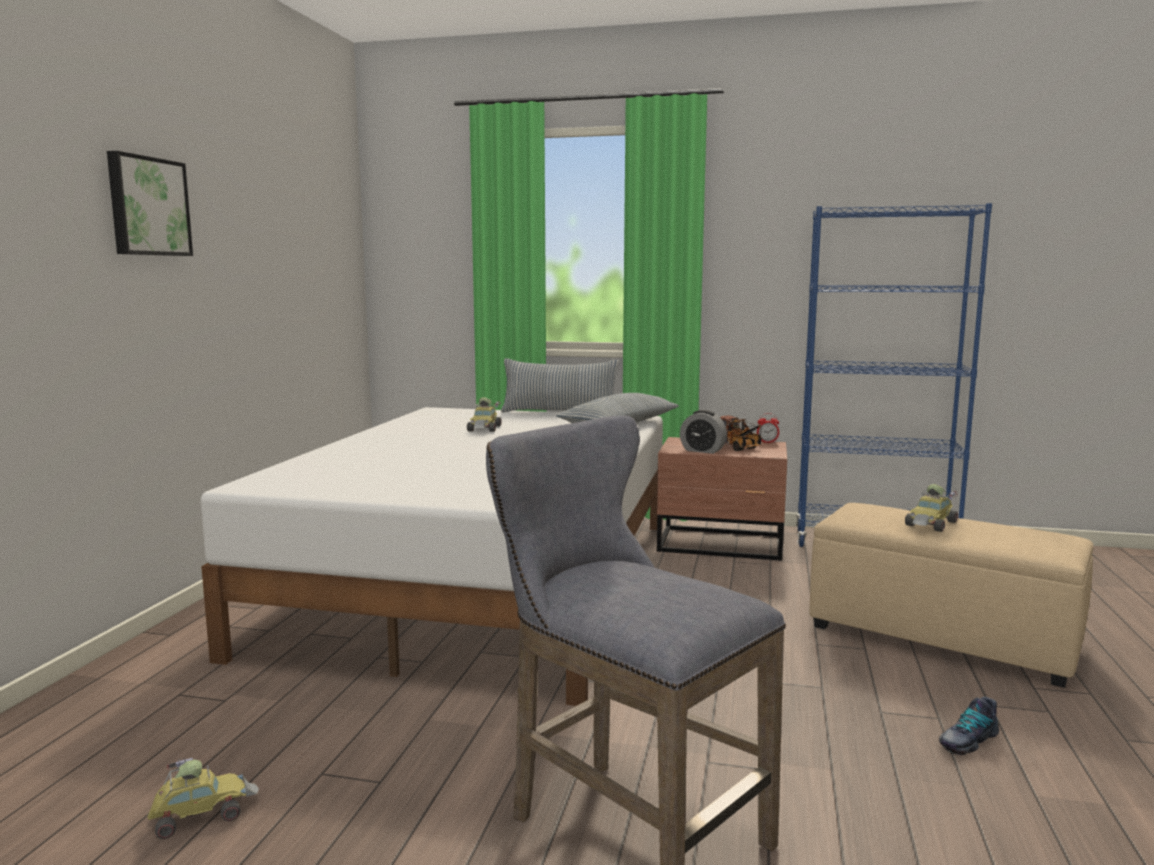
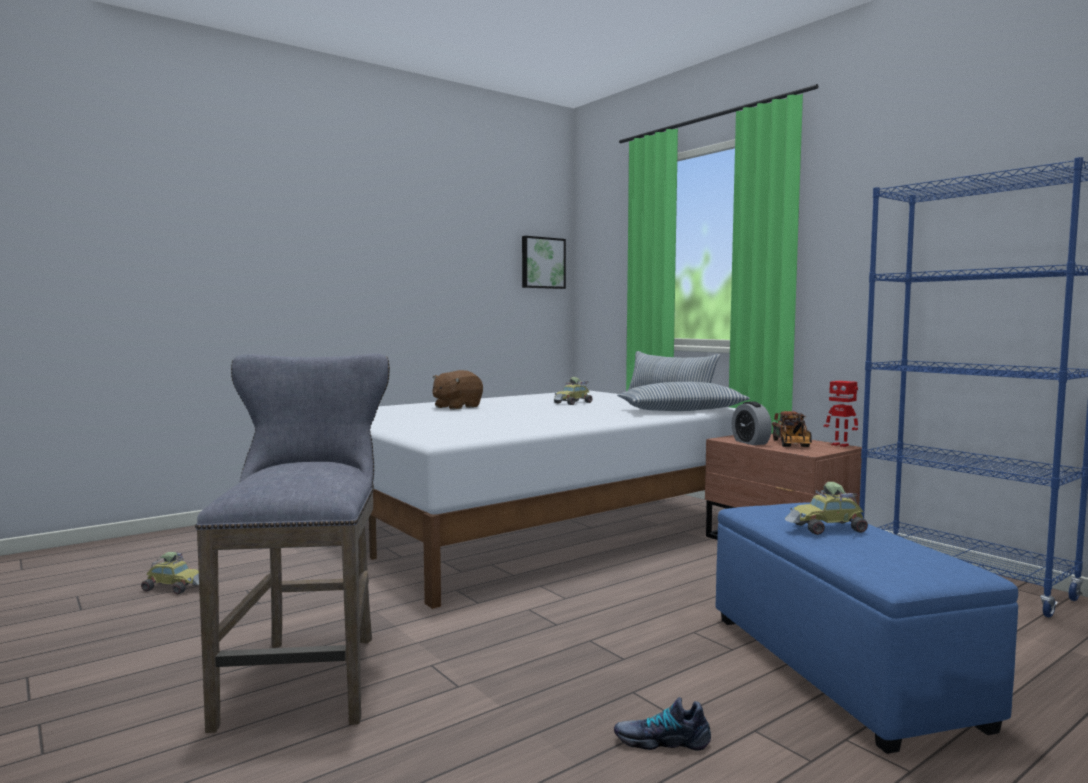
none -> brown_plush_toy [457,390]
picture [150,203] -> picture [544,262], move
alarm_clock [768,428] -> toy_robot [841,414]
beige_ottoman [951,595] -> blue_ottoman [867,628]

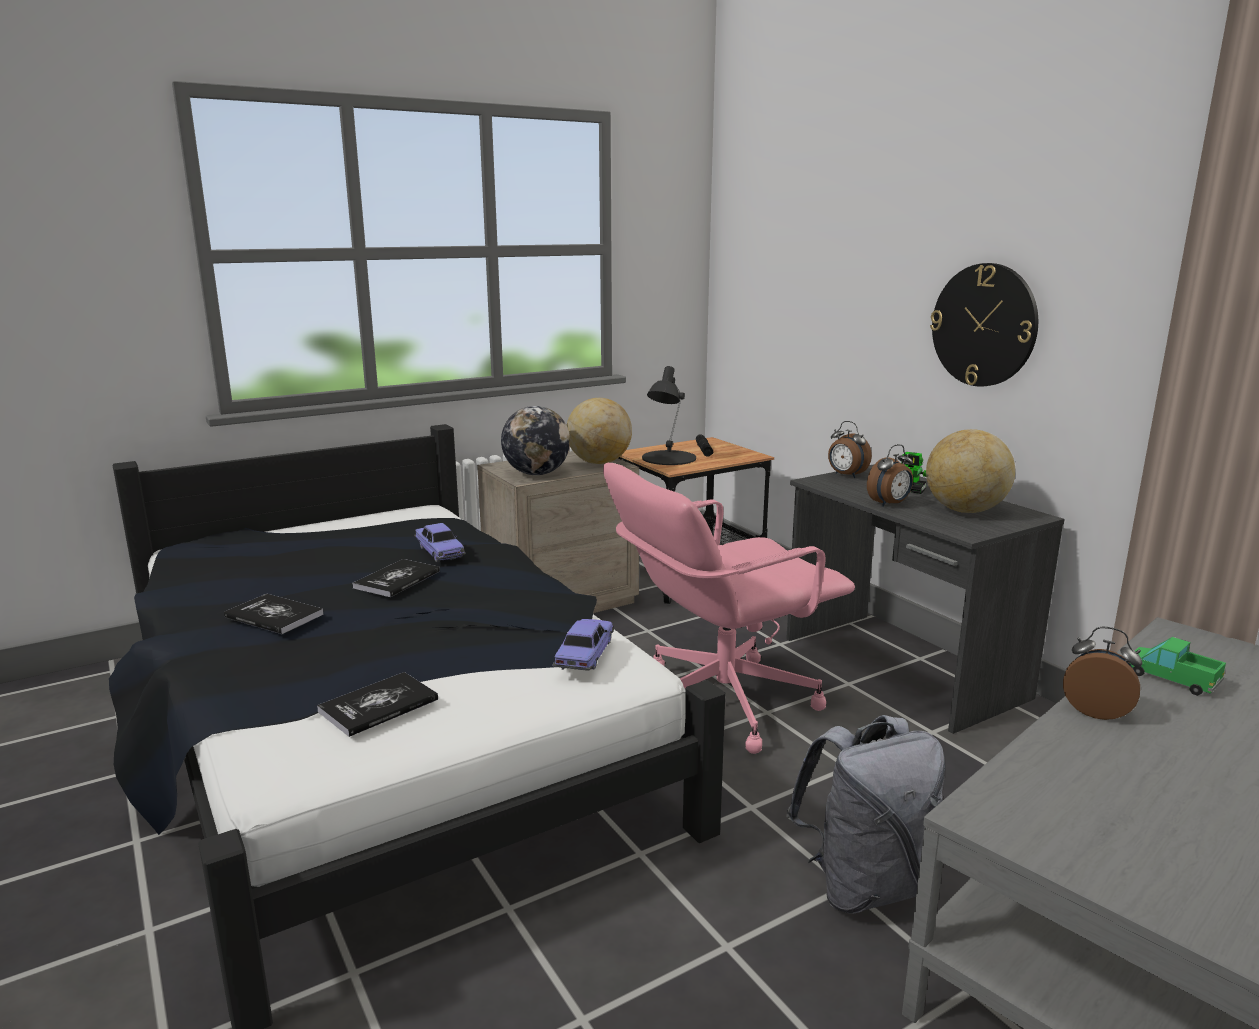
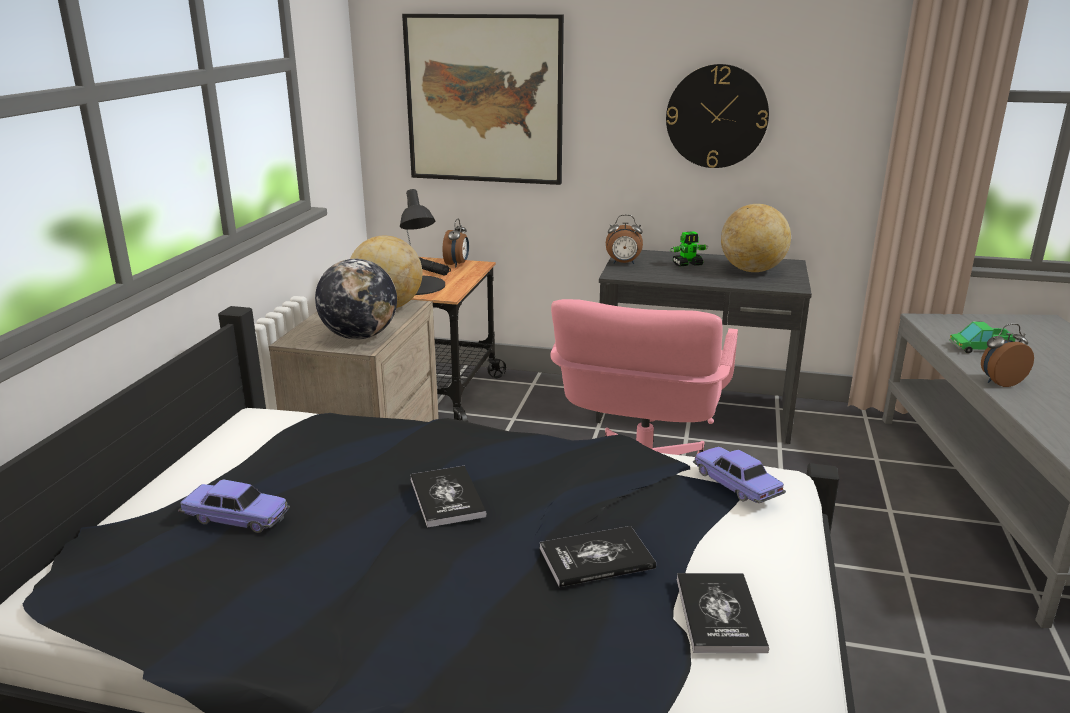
grey_backpack [866,814] -> none
none -> picture [483,99]
book [274,614] -> book [598,556], move
toy_car [440,542] -> toy_car [234,506], move
alarm_clock [890,475] -> alarm_clock [456,242], move

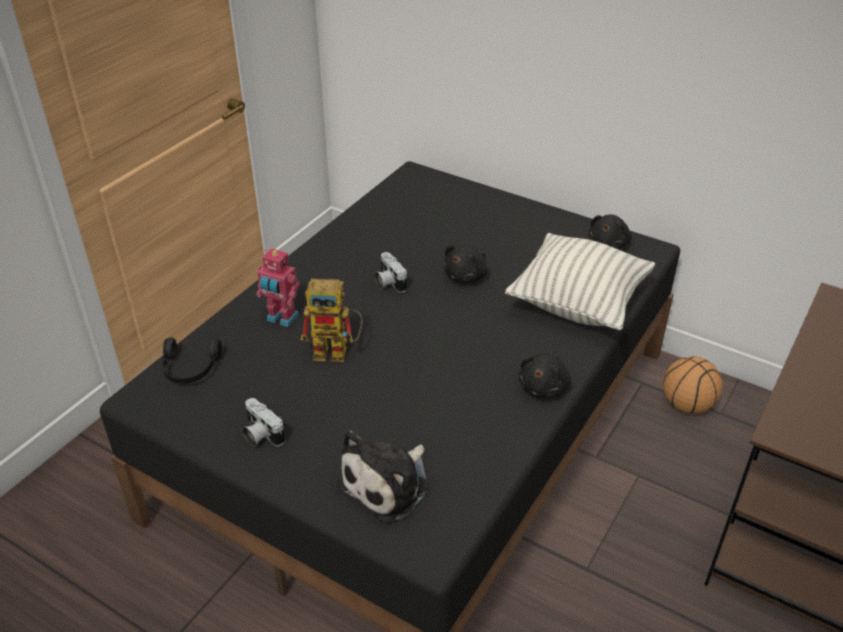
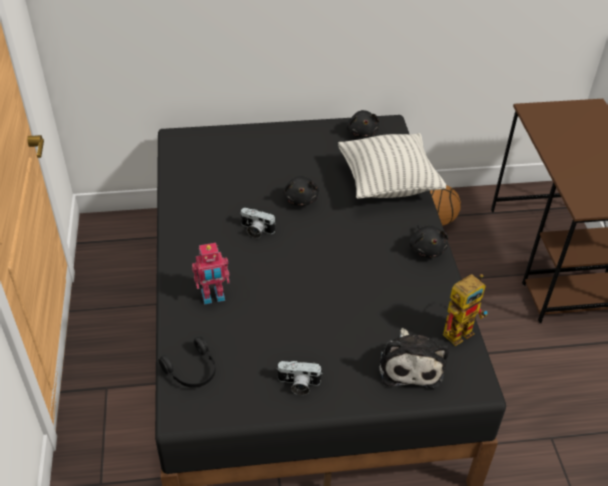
toy_robot [332,320] -> toy_robot [465,310], move

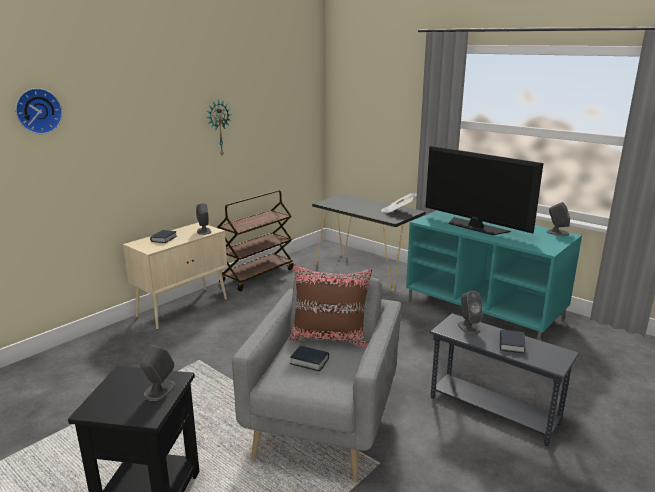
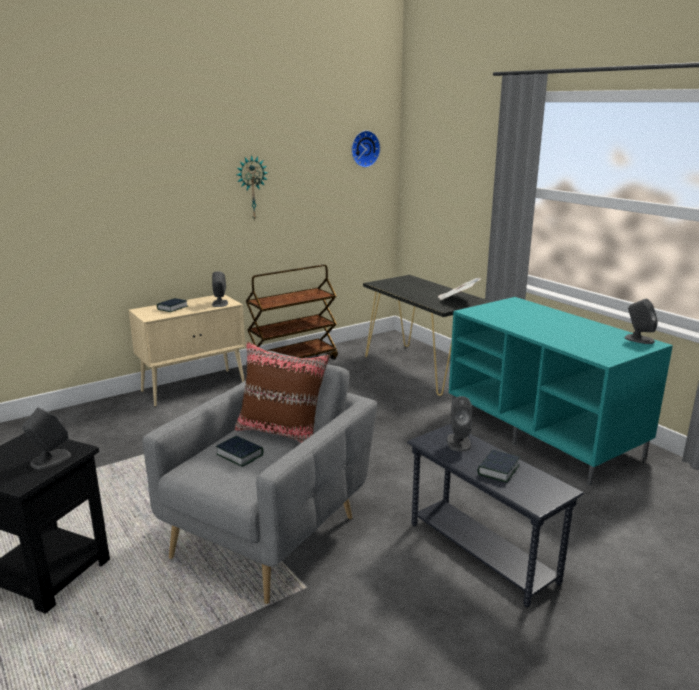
television [484,190] -> none
wall_clock [38,111] -> wall_clock [365,149], move

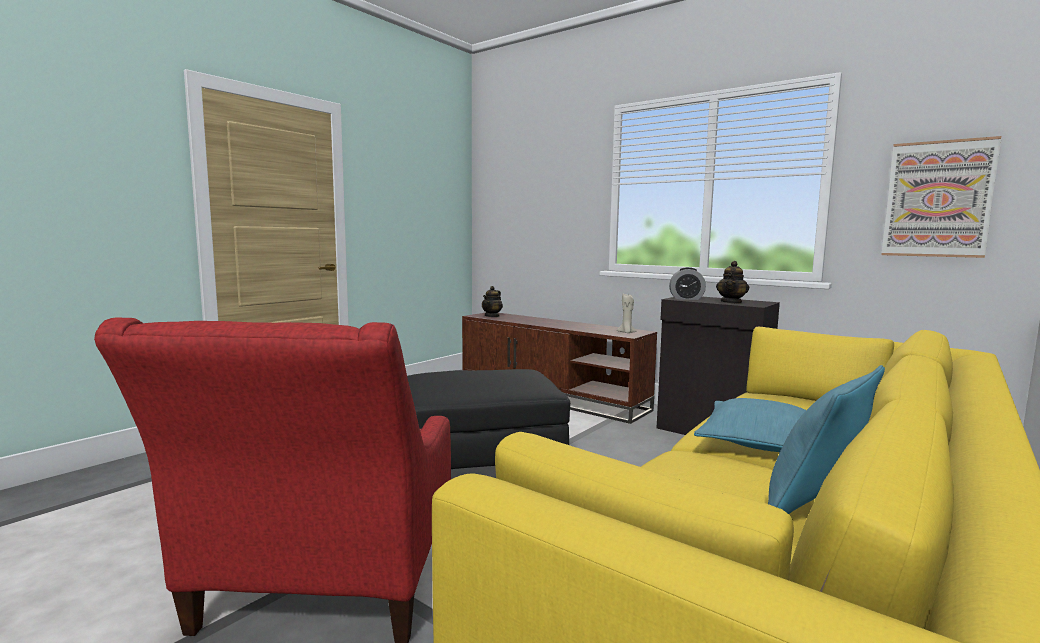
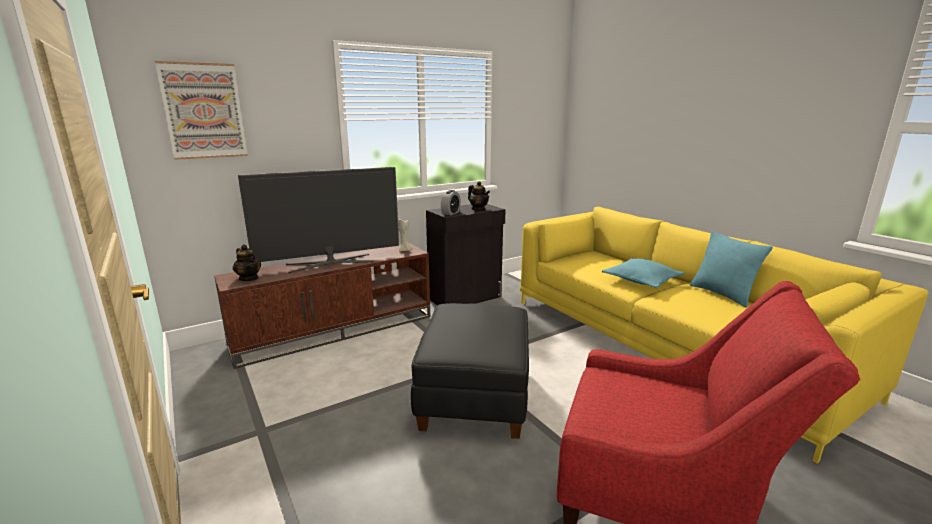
none -> television [318,220]
picture [941,197] -> picture [201,110], move

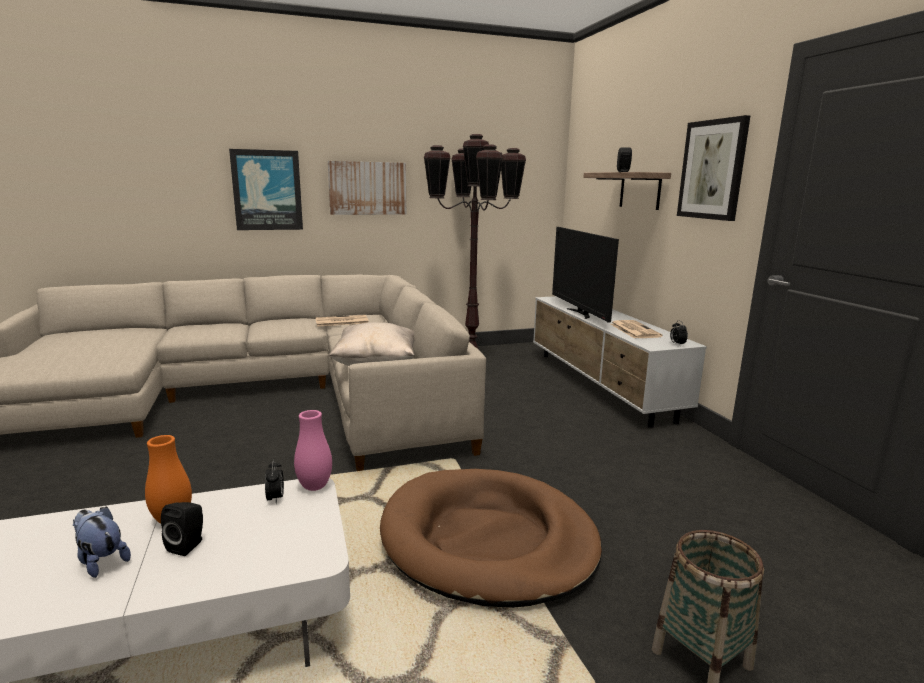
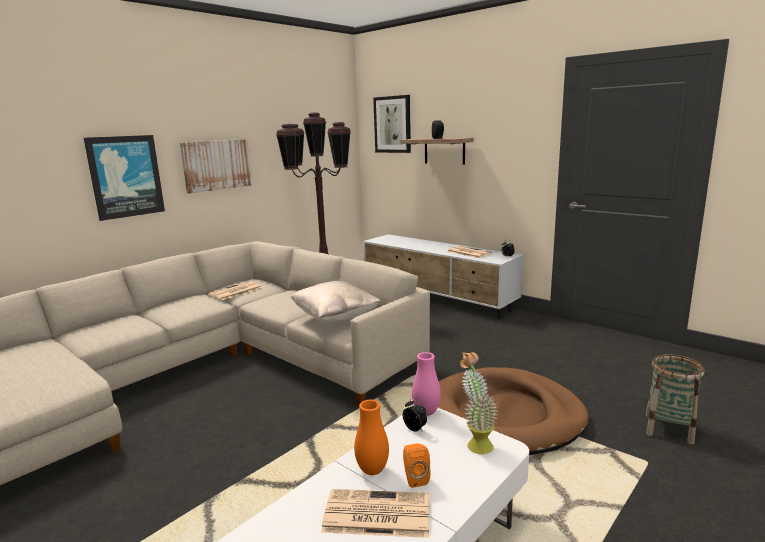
television [585,274] -> none
none -> potted_plant [479,403]
picture [713,168] -> picture [392,124], move
plush_toy [102,542] -> newspaper [375,513]
black_speaker [182,529] -> orange_speaker [417,465]

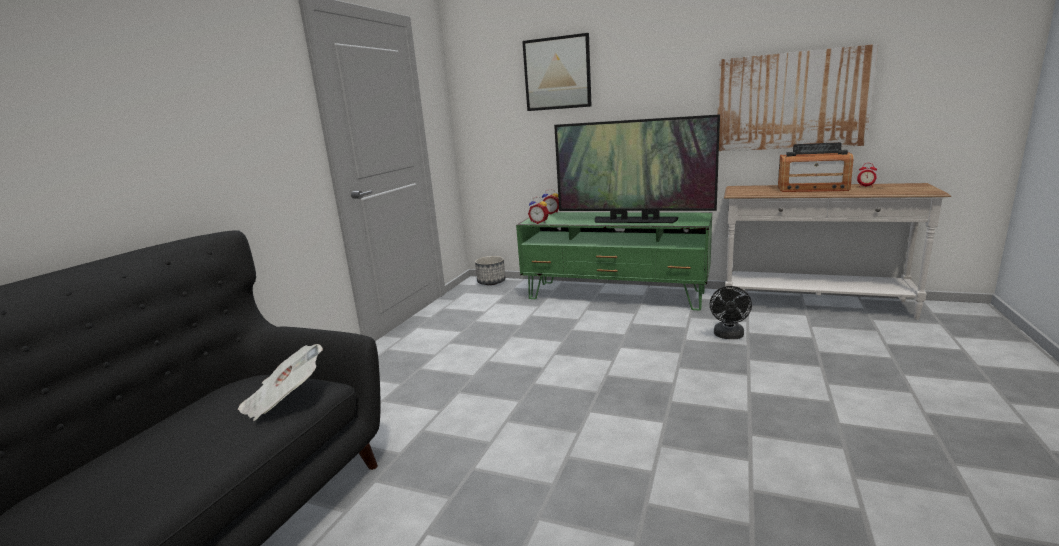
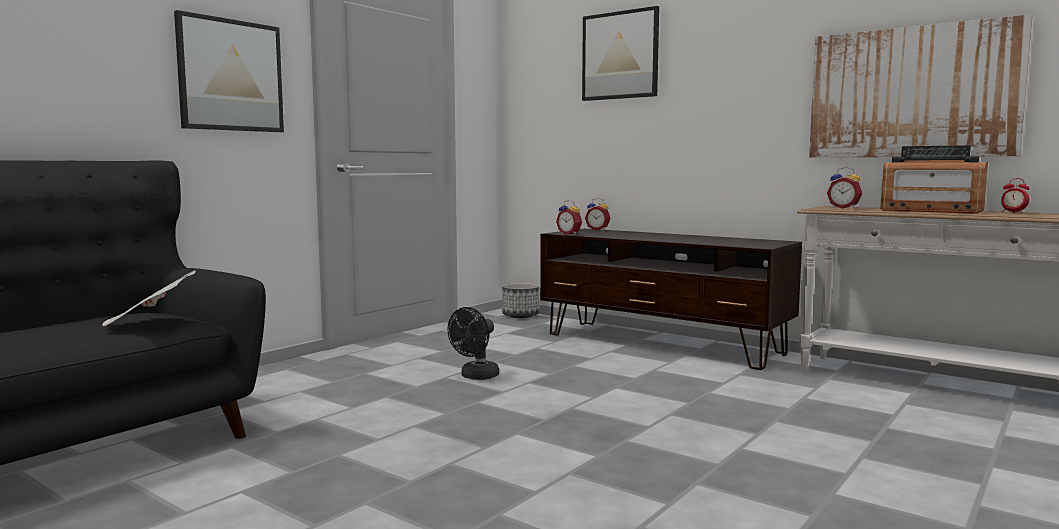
television [637,168] -> none
none -> picture [229,71]
none -> alarm_clock [844,188]
black_fan [731,312] -> black_fan [473,343], move
green_tv_stand [614,261] -> brown_tv_stand [671,299]

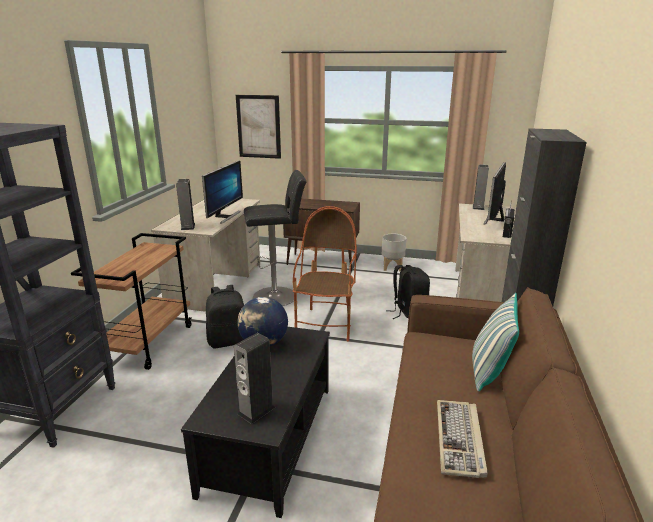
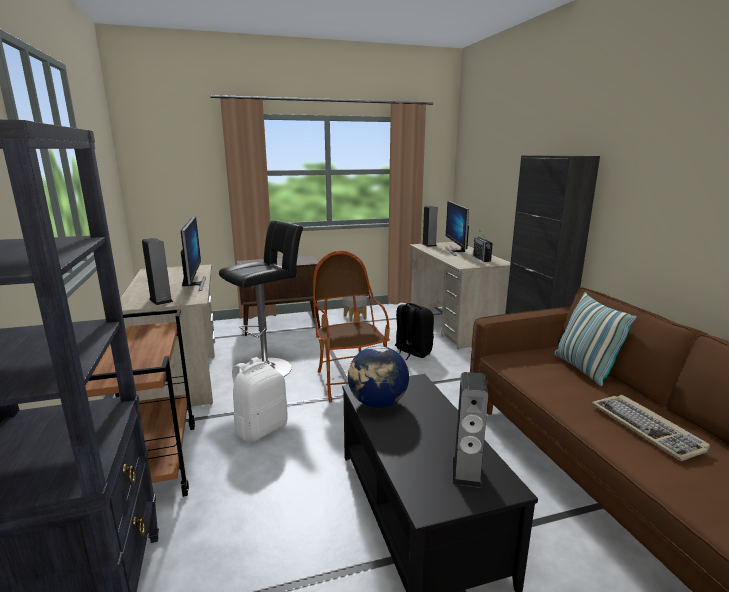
picture [258,127] -> none
black_backpack [225,316] -> white_backpack [260,399]

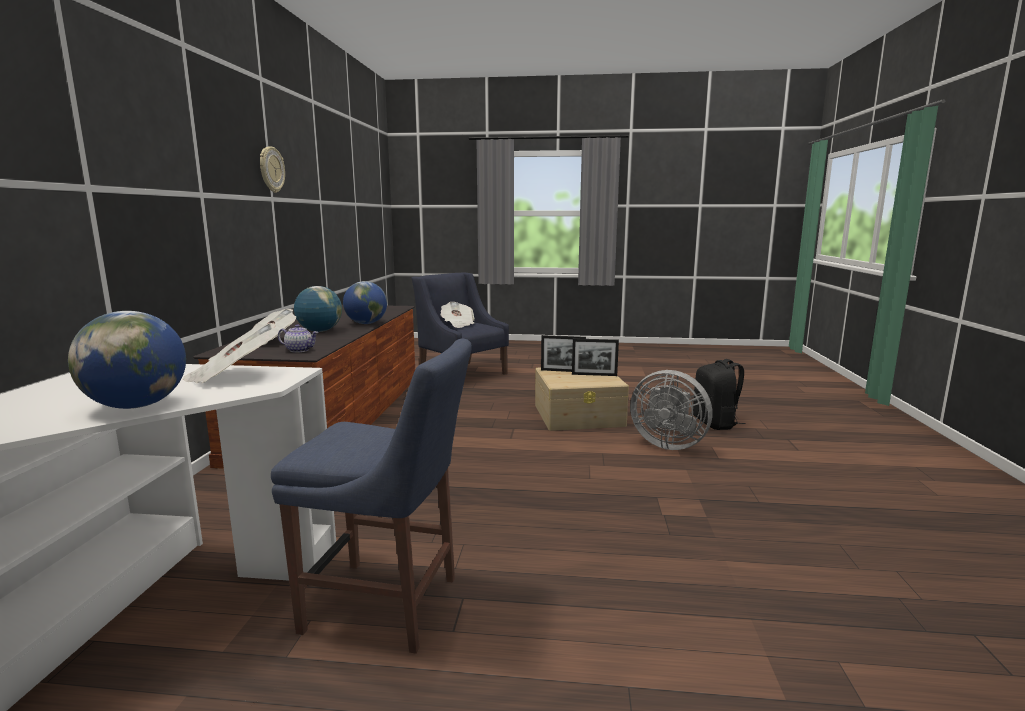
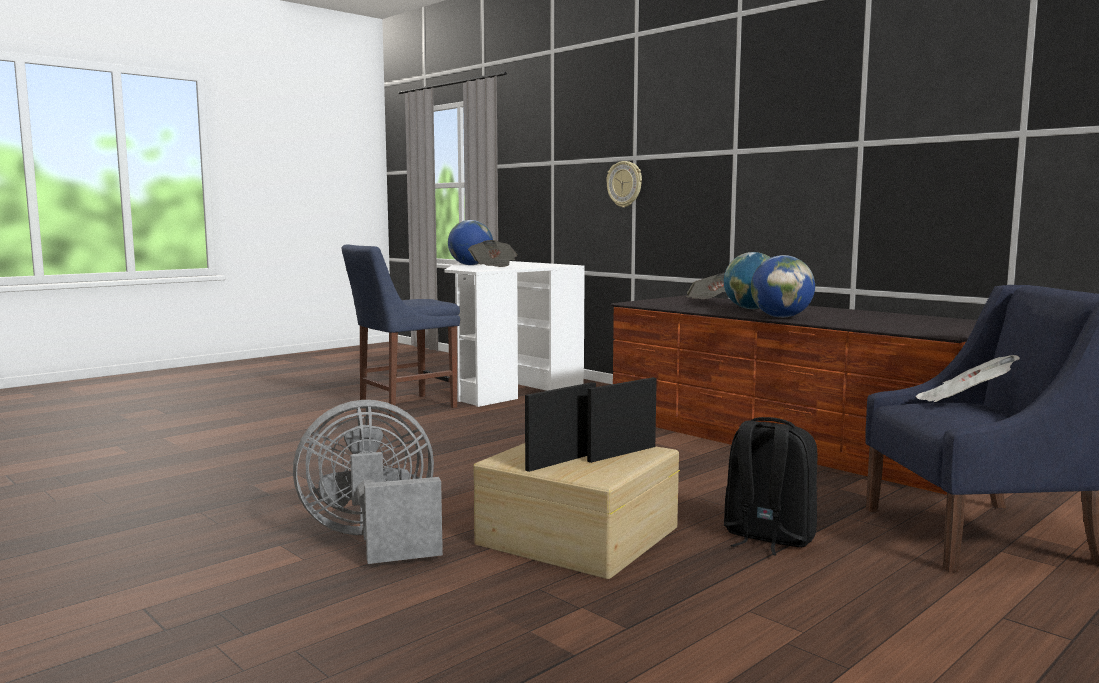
teapot [298,338] -> none
wall_clock [272,169] -> wall_clock [624,184], move
black_backpack [719,394] -> black_backpack [771,486], move

